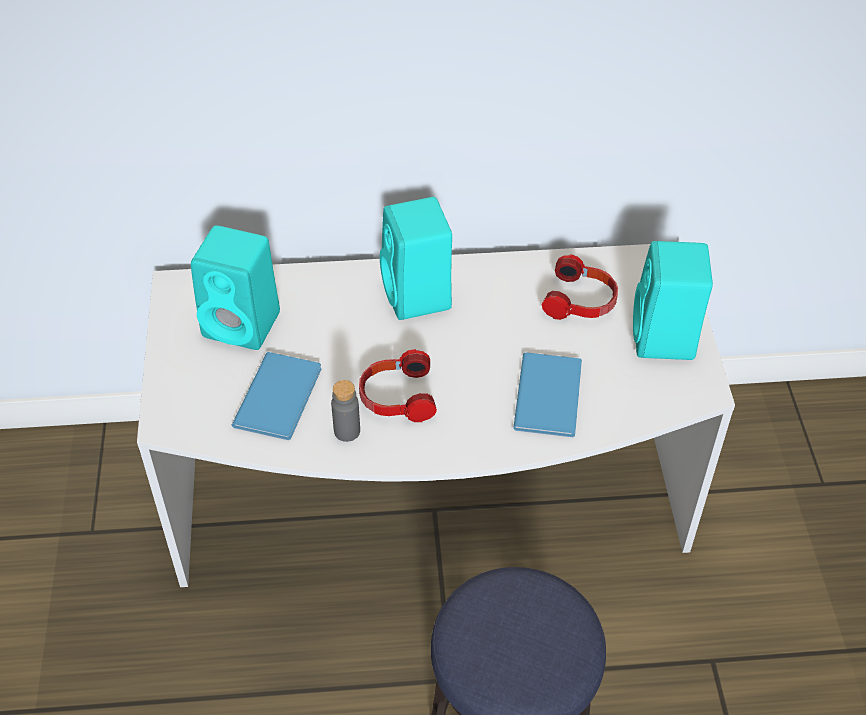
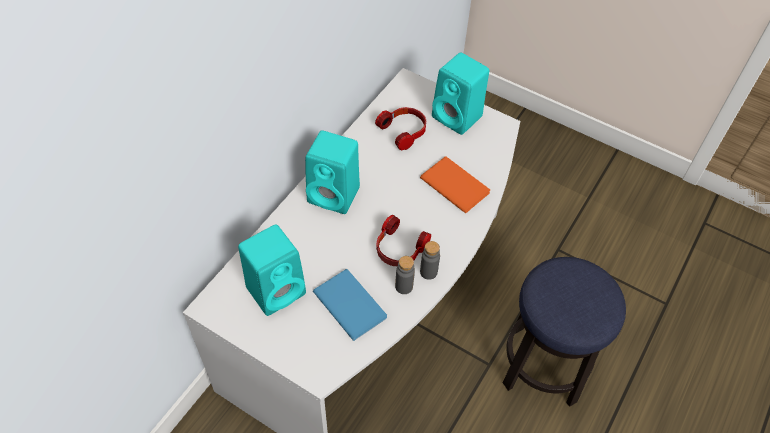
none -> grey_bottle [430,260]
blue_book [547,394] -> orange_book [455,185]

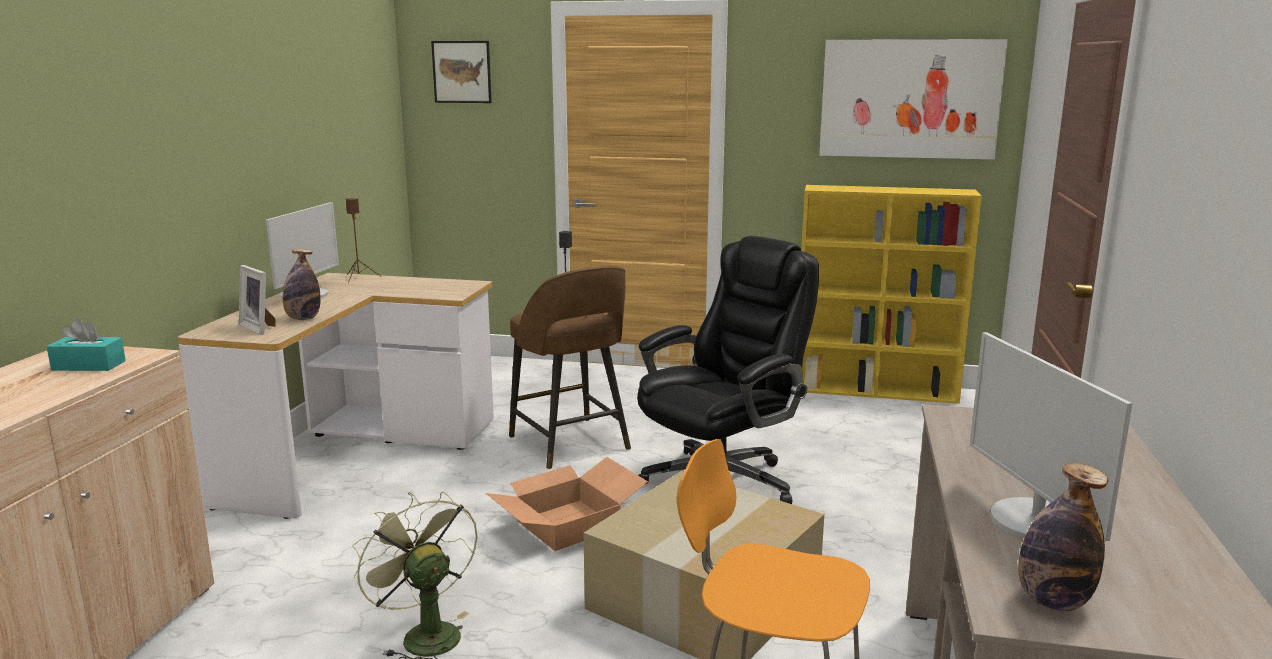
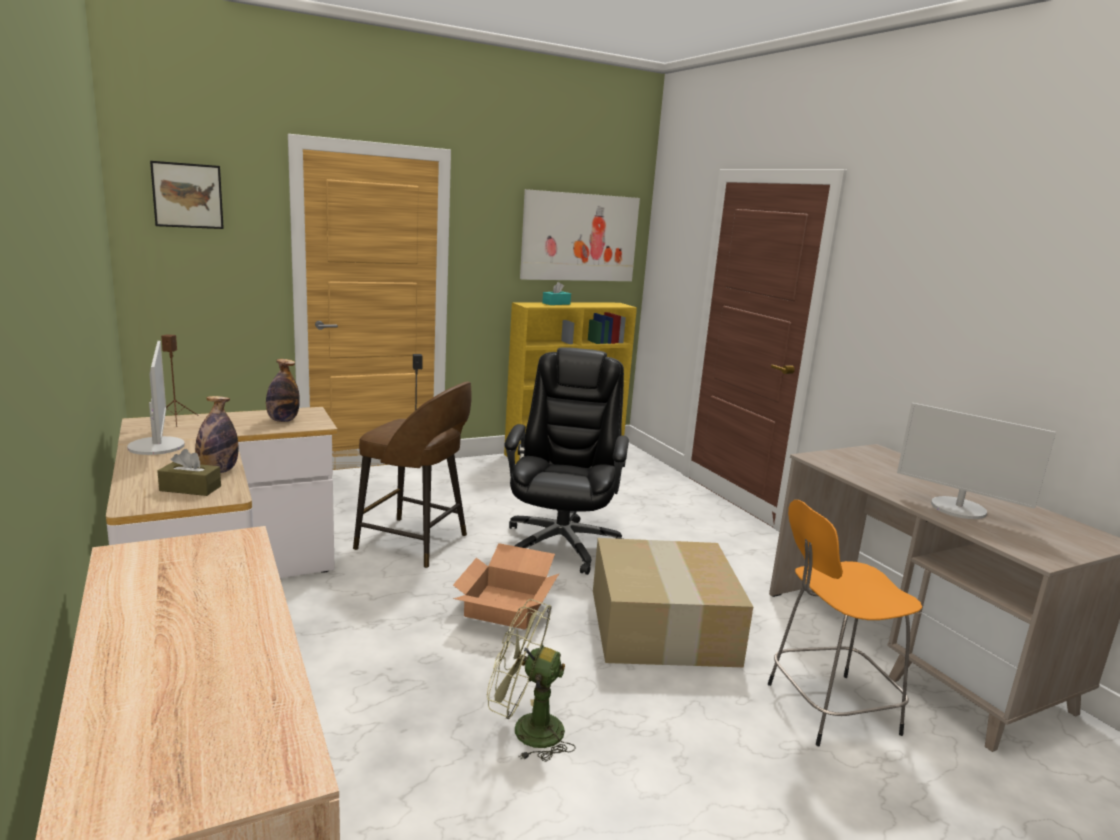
turquoise_tissue_box [86,344] -> turquoise_tissue_box [556,293], move
bottle [1063,537] -> bottle [283,390], move
picture_frame [257,300] -> brown_tissue_box [189,472]

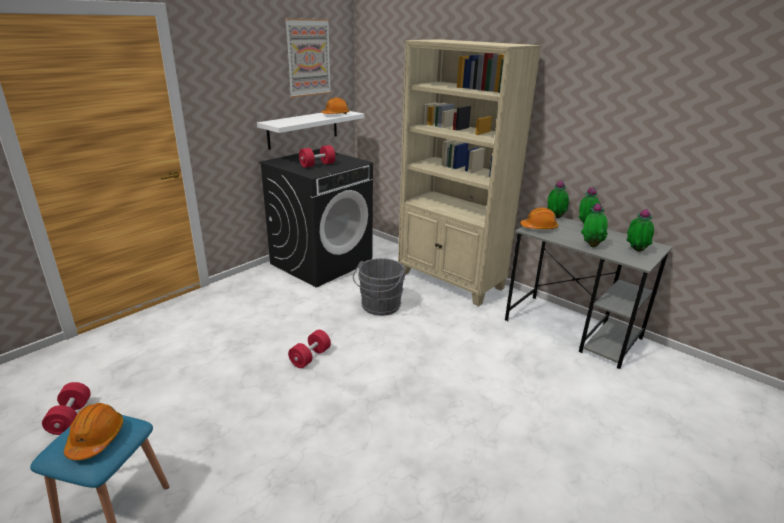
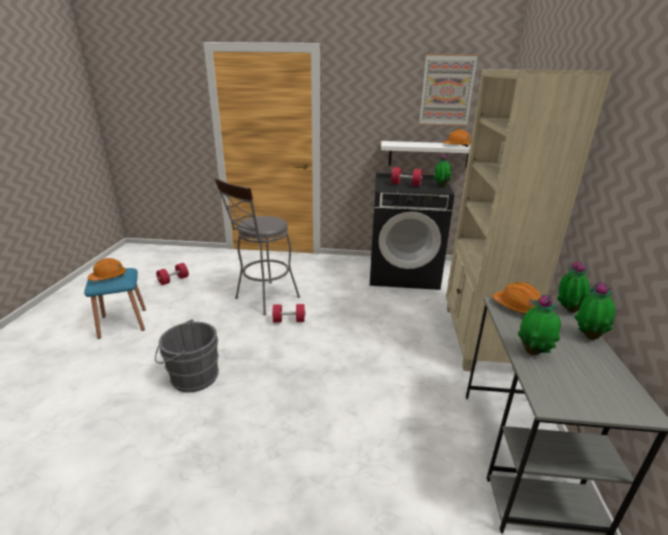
none -> grey_stool [257,246]
grey_bucket [379,287] -> grey_bucket [187,355], move
potted_plant [640,230] -> potted_plant [443,170], move

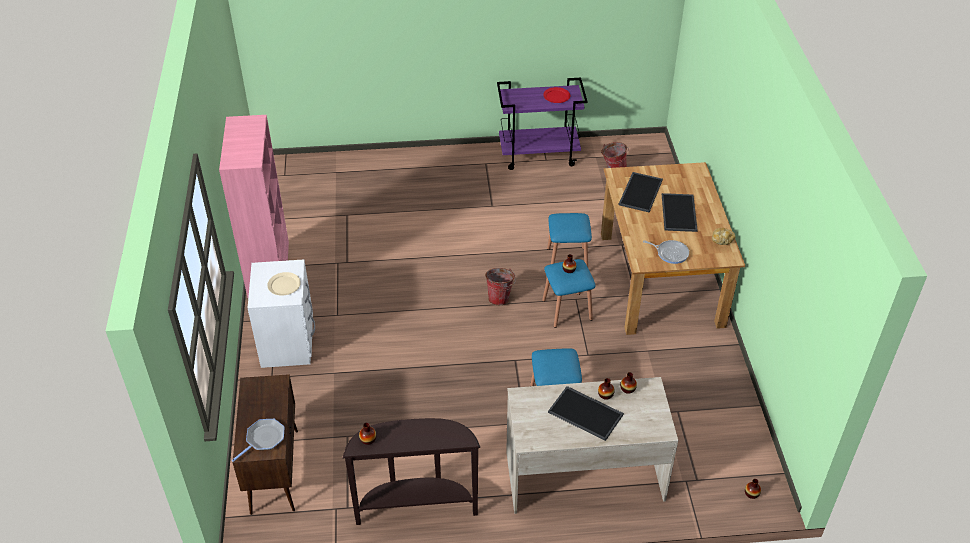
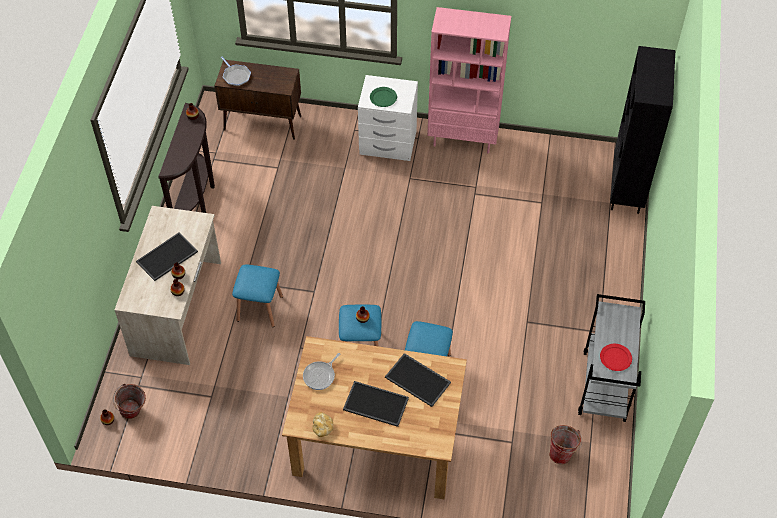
none -> black_bookcase [642,130]
bucket [500,286] -> bucket [129,401], move
beige_plate [284,284] -> green_plate [383,97]
purple_cart [542,124] -> grey_cart [611,358]

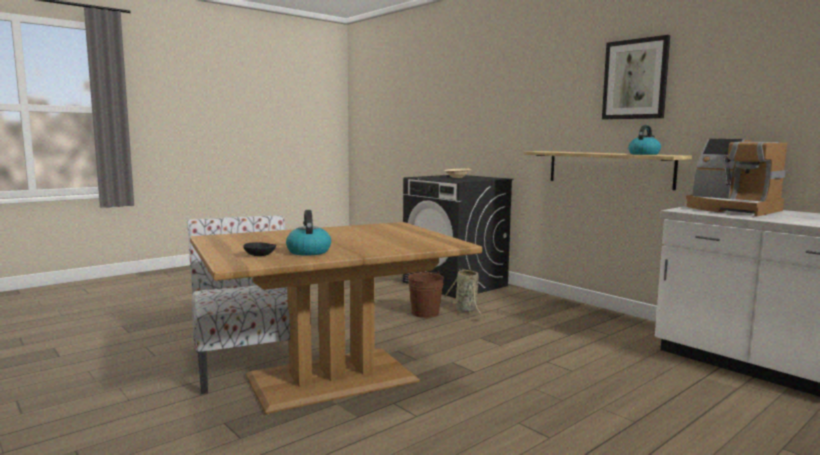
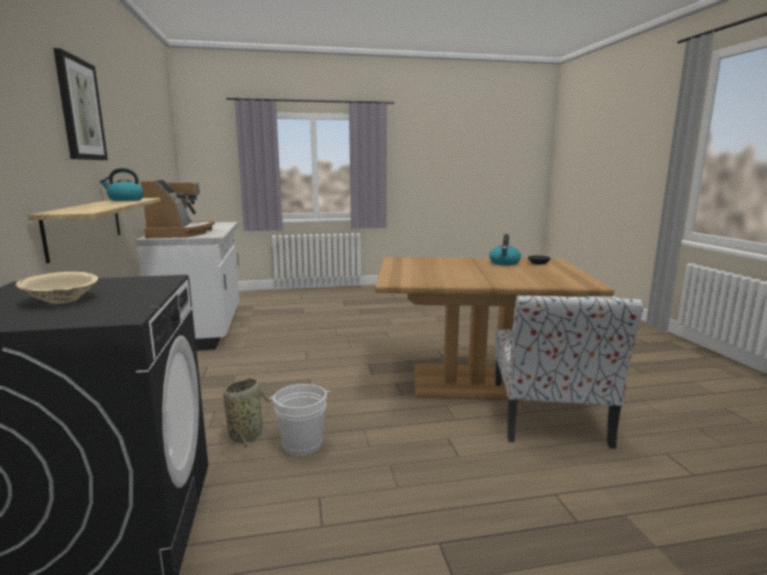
brown_bucket [426,295] -> white_bucket [299,419]

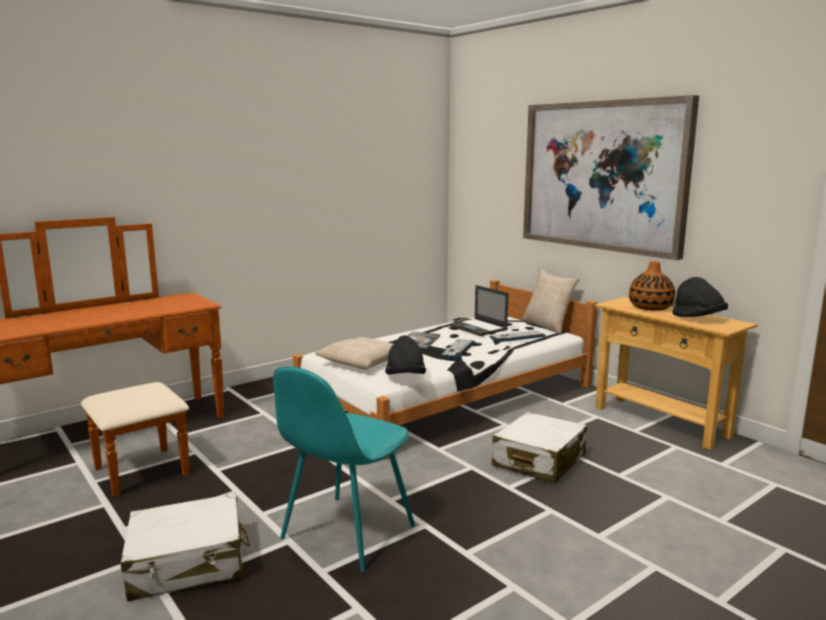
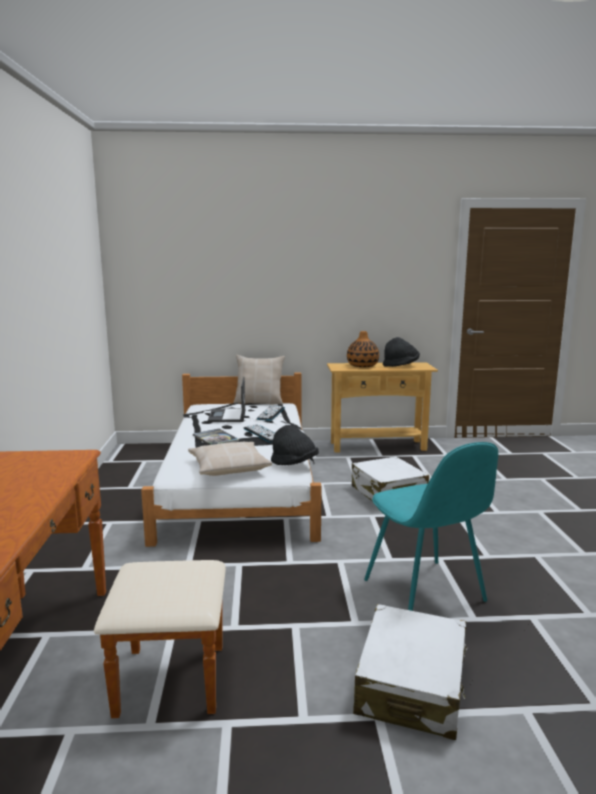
picture [611,177] -> none
laptop [478,310] -> laptop [227,399], 90 degrees clockwise

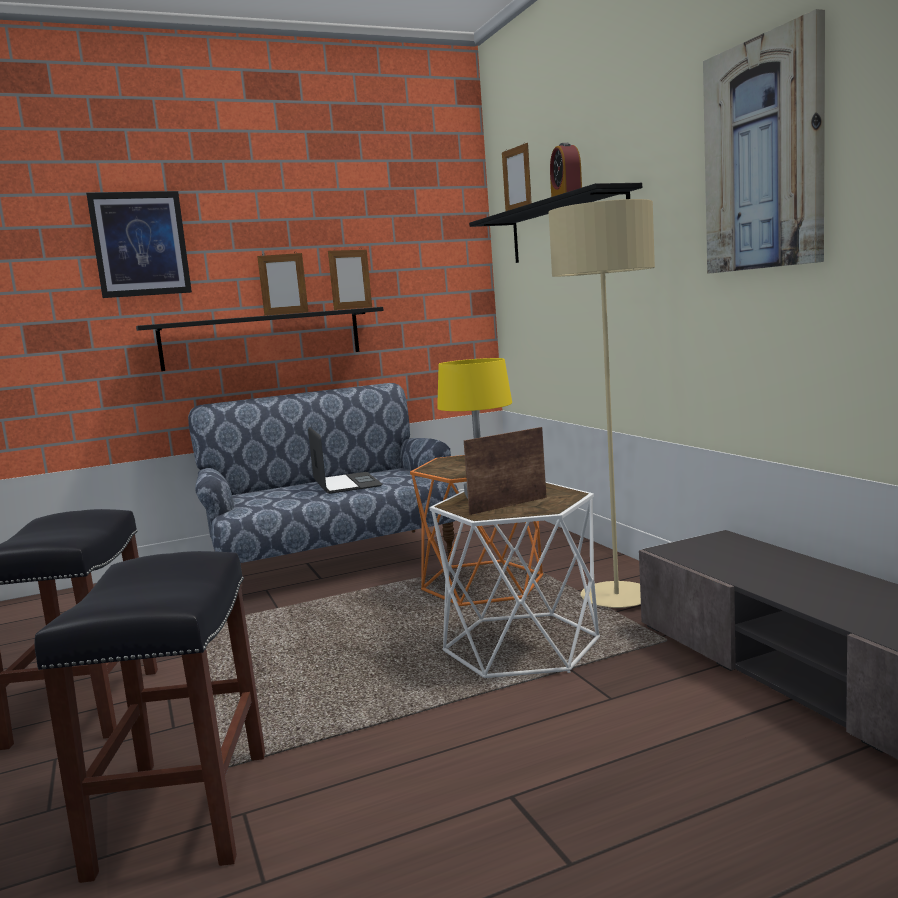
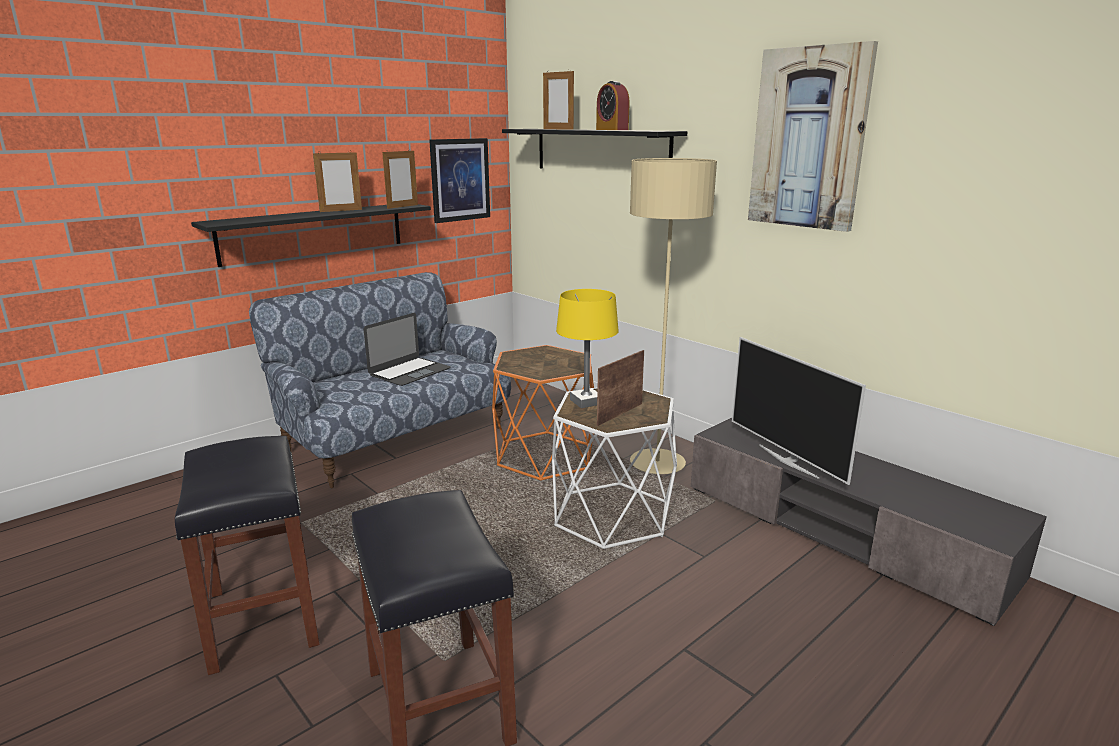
none -> television [799,411]
picture [139,244] -> picture [459,180], move
laptop [345,460] -> laptop [407,349], 75 degrees clockwise

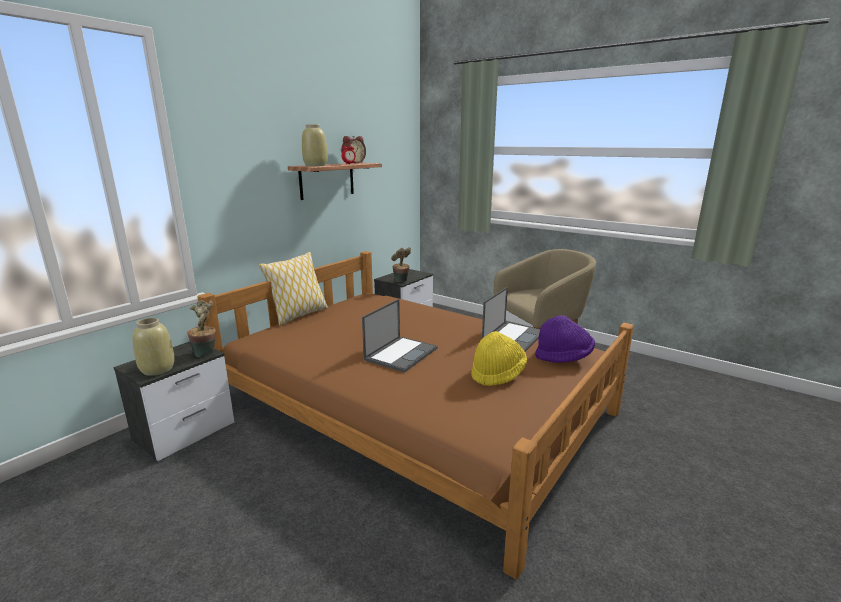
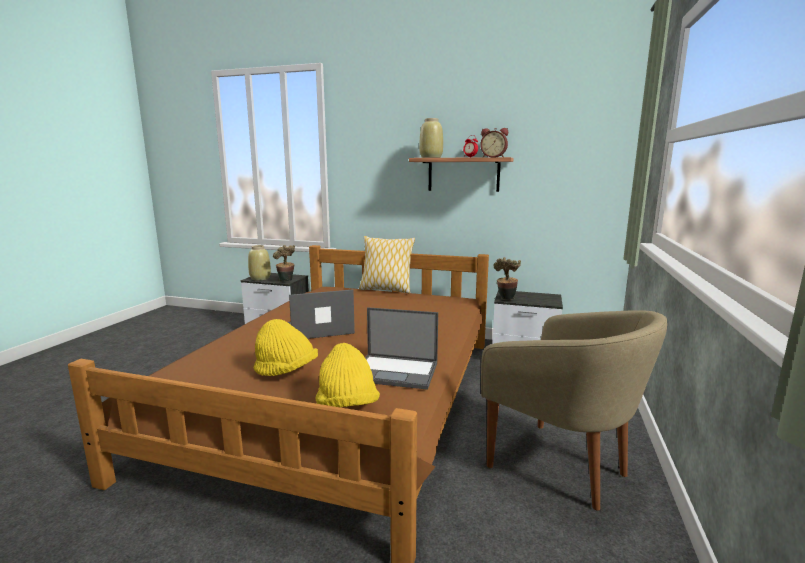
purple_hat [565,339] -> yellow_hat [348,375]
laptop [400,336] -> laptop [321,314], 150 degrees clockwise

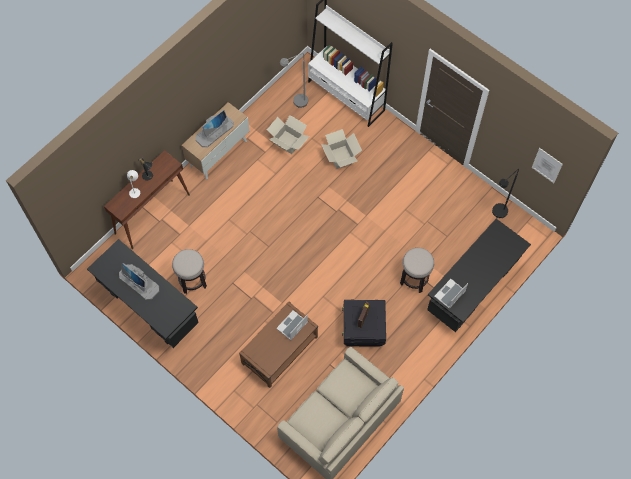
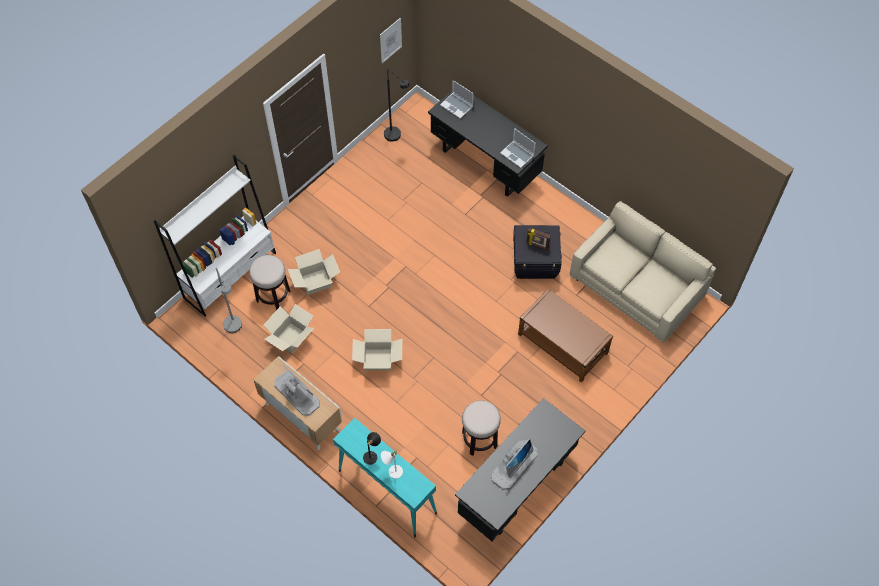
none -> cardboard_box [377,349]
laptop [291,325] -> laptop [457,99], move
stool [417,270] -> stool [269,282], move
brown_console_table [147,199] -> turquoise_console_table [385,477]

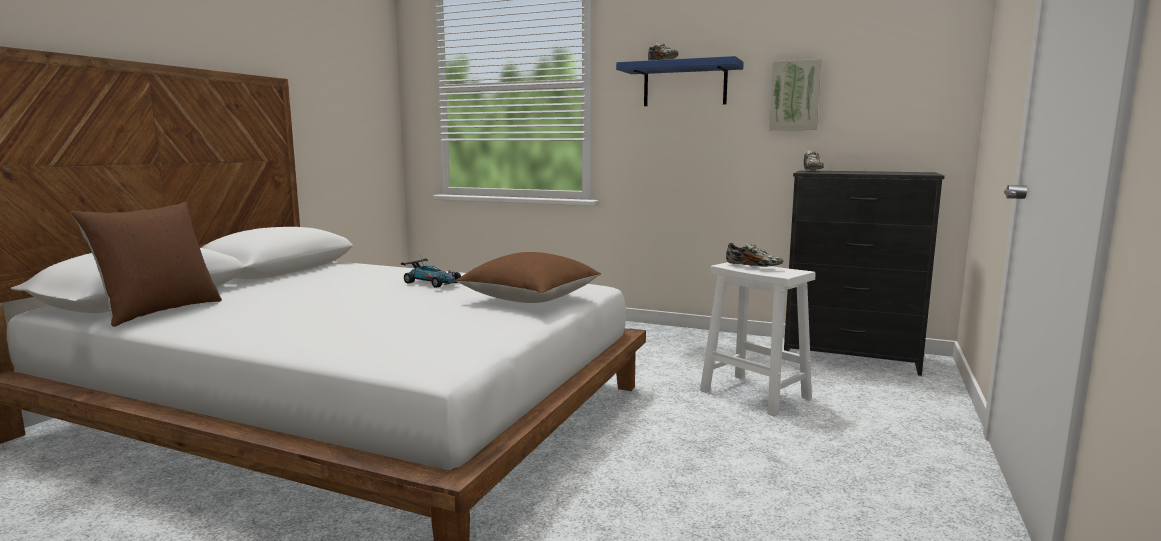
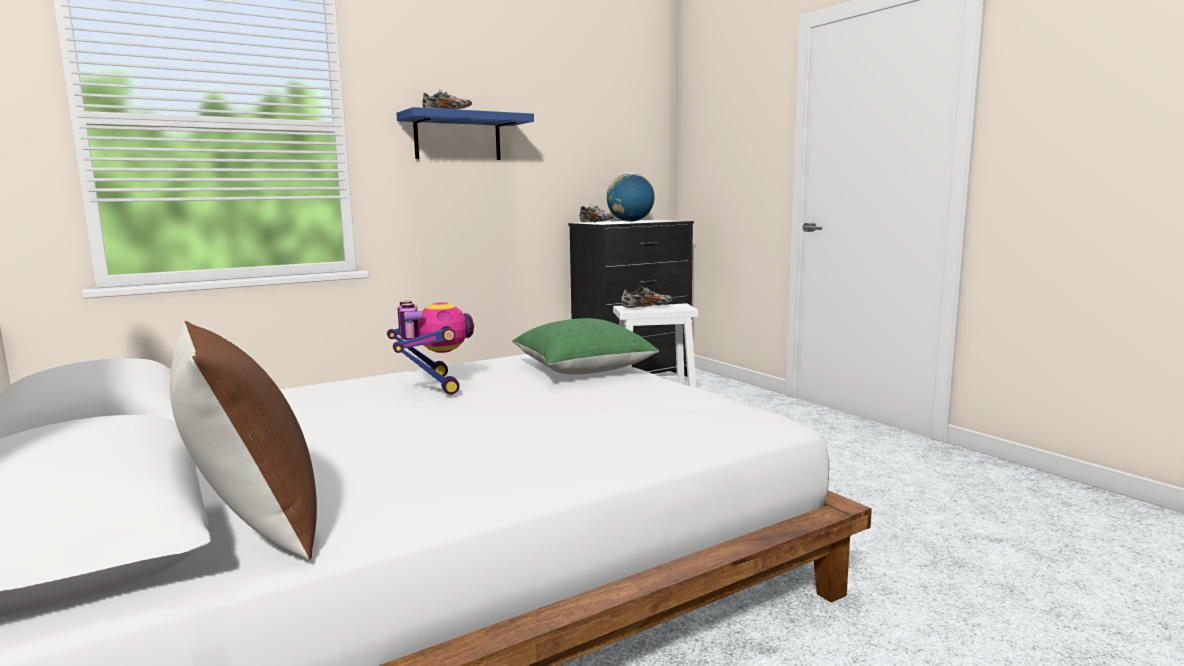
picture [795,94] -> none
none -> globe [631,197]
toy_car [431,271] -> toy_robot [431,348]
brown_pillow [528,277] -> green_pillow [585,346]

